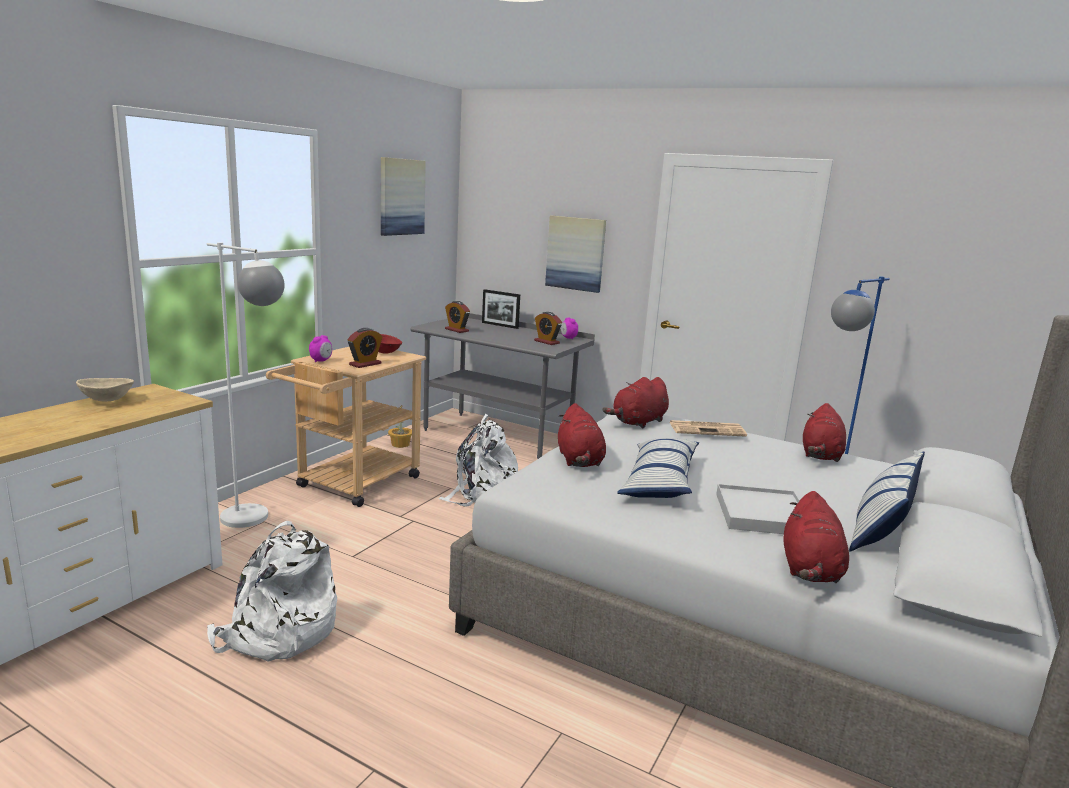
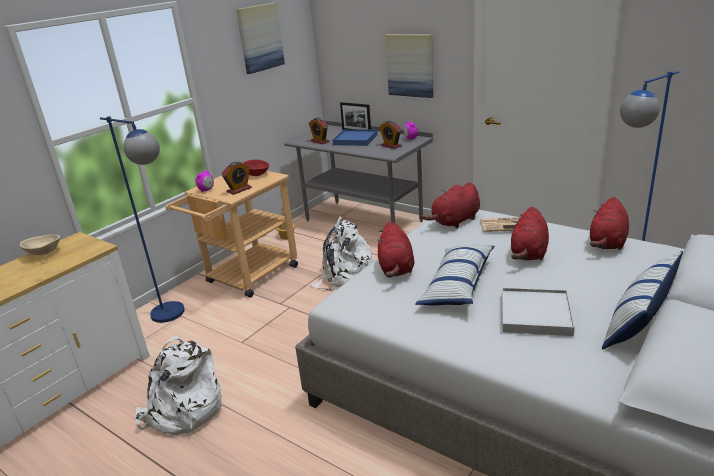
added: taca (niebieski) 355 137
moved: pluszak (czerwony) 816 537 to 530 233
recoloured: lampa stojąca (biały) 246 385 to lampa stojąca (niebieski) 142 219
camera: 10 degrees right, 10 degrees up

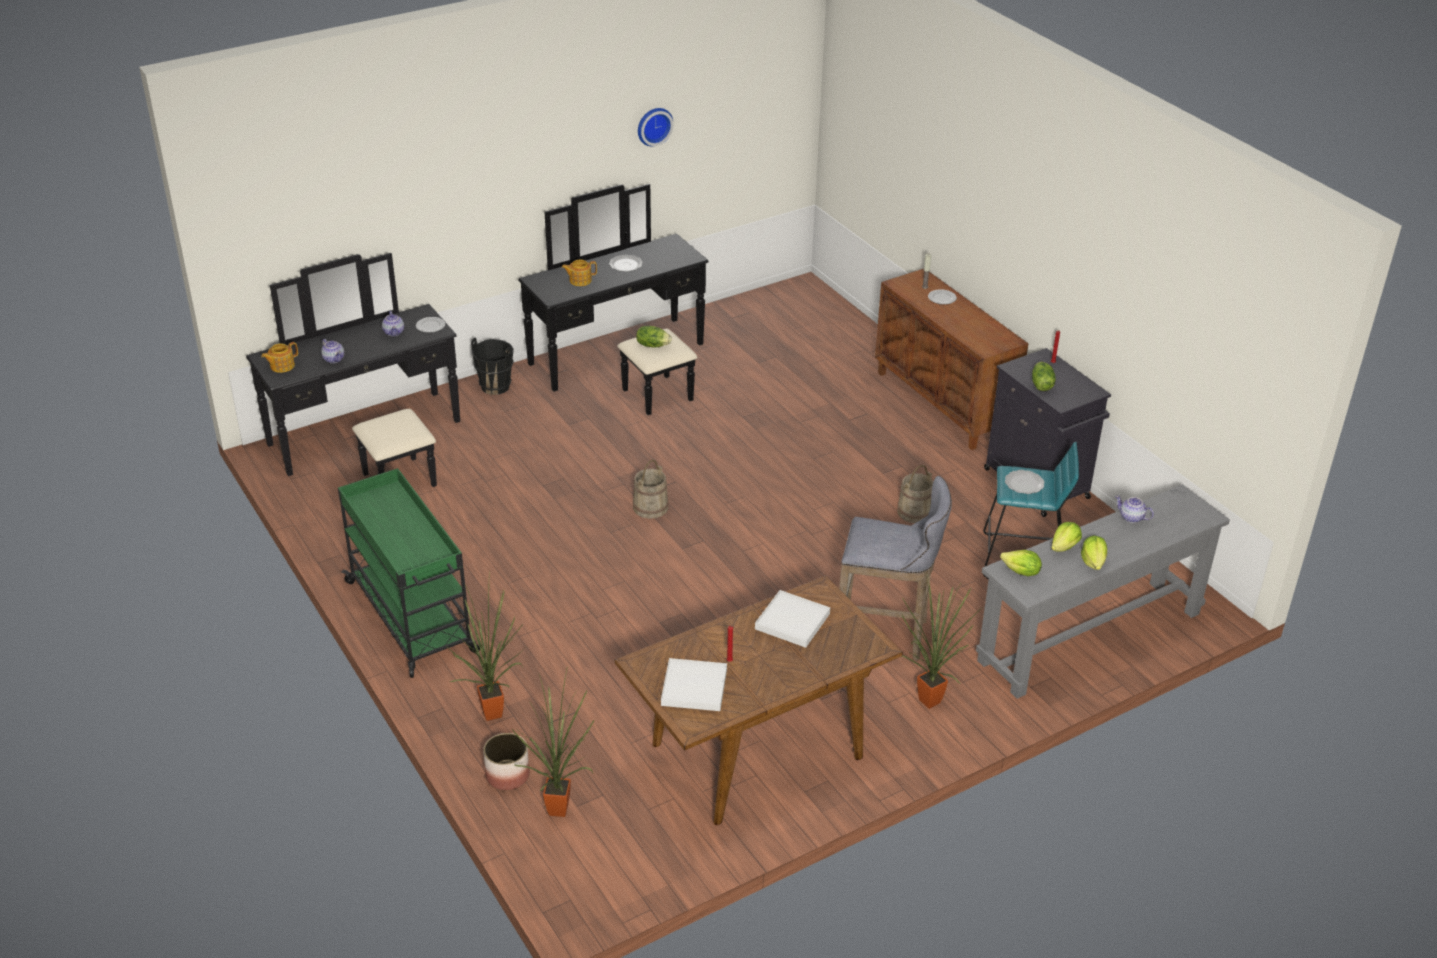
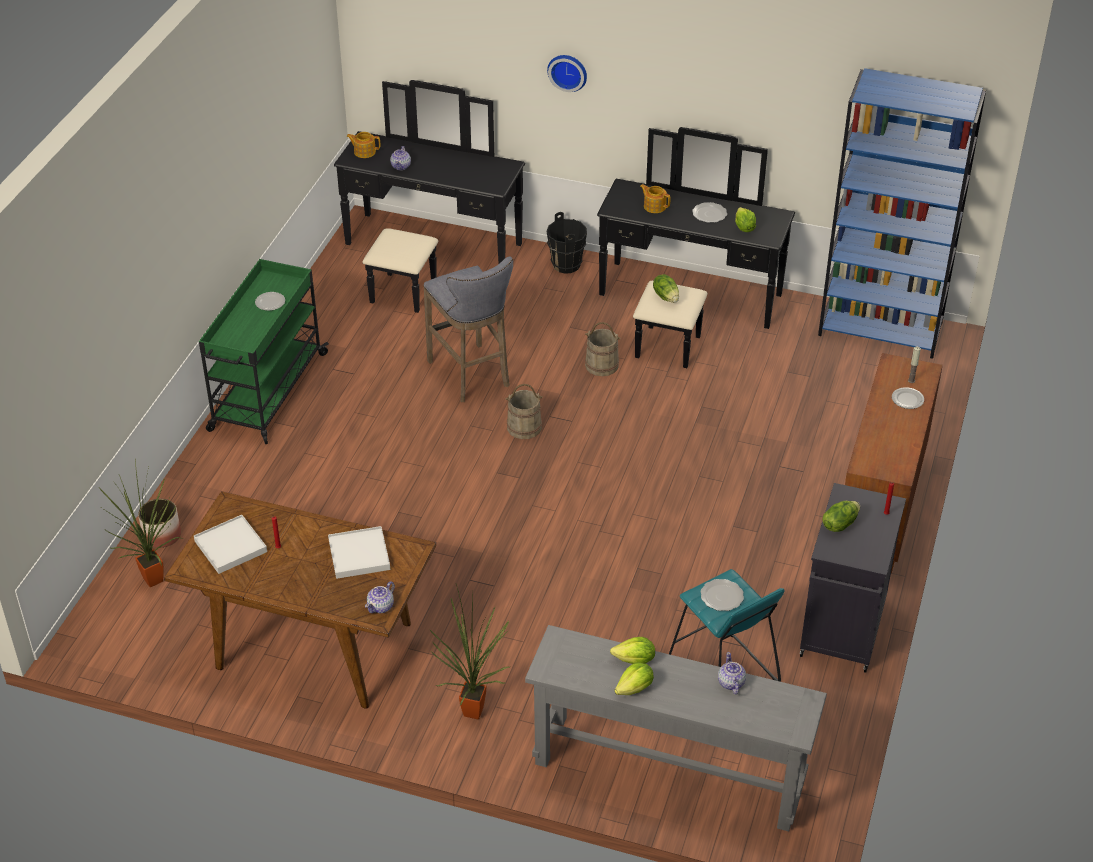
removed: roślina doniczkowa 485 646
added: regał (niebieski) 902 213
moved: imbryk 393 323 to 380 597; talerz 430 325 to 270 301; zegar ścienny 655 127 to 567 73; stołek (szary) 895 568 to 468 329; wiadro (beżowy) 915 494 to 602 349; sałata 1021 563 to 745 219
camera: 50 degrees right, 5 degrees up

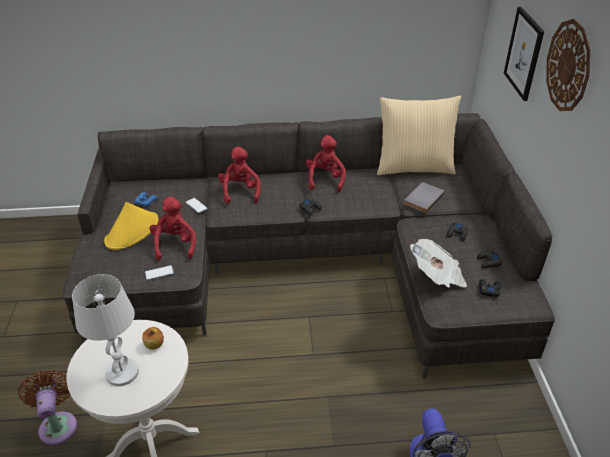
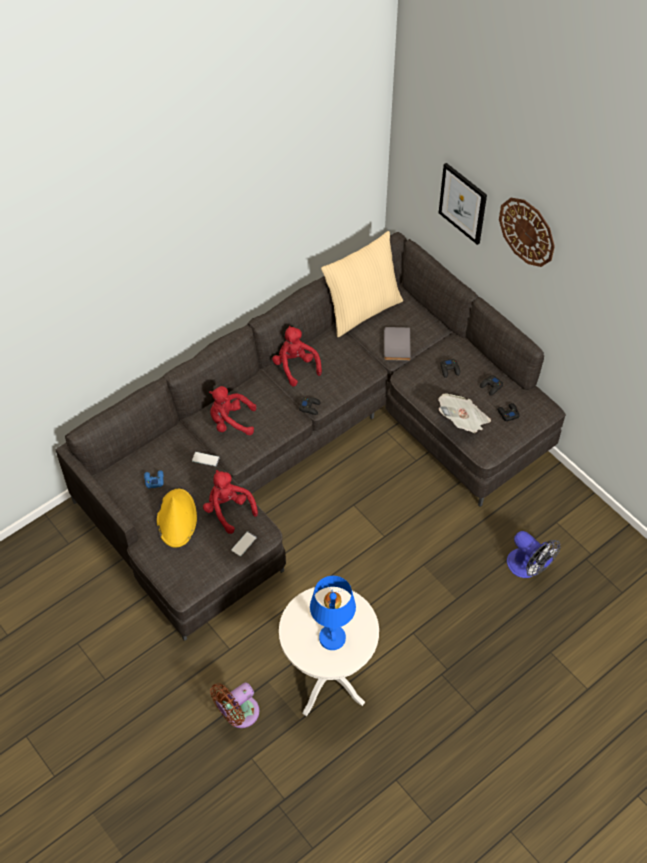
recoloured: lampa stołowa (biały) 105 330 to lampa stołowa (niebieski) 333 613
turned: wentylator (brązowy) 47 407 = 234 705 75 degrees counterclockwise; pluszak (czerwony) 239 175 = 232 410 45 degrees counterclockwise
camera: 35 degrees left, 15 degrees up

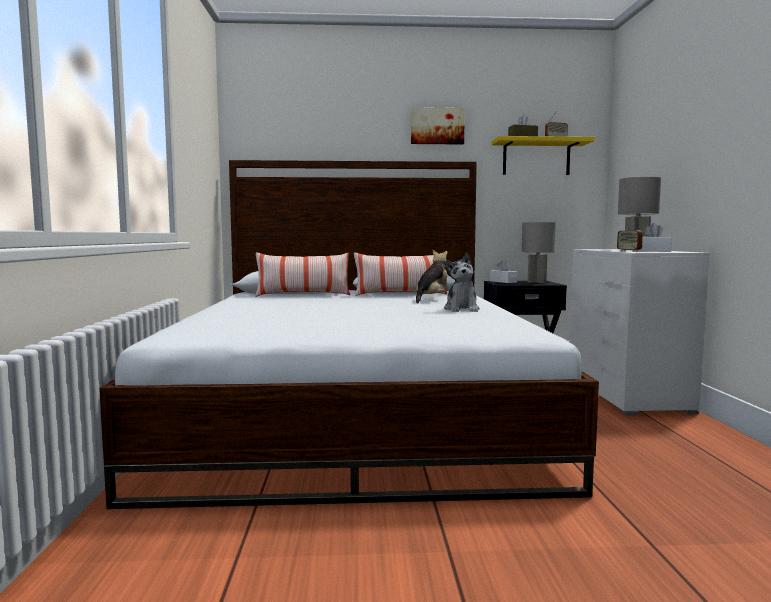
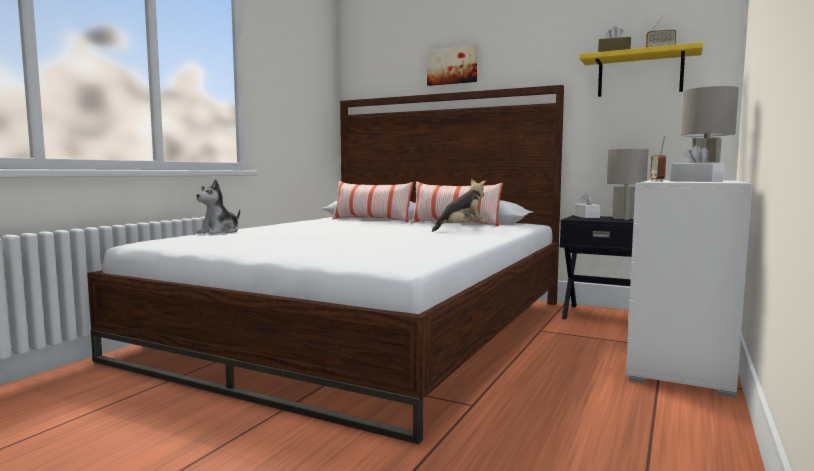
moved: obraz 438 126 to 452 65; pluszak 462 282 to 218 206
camera: 30 degrees right, 0 degrees up

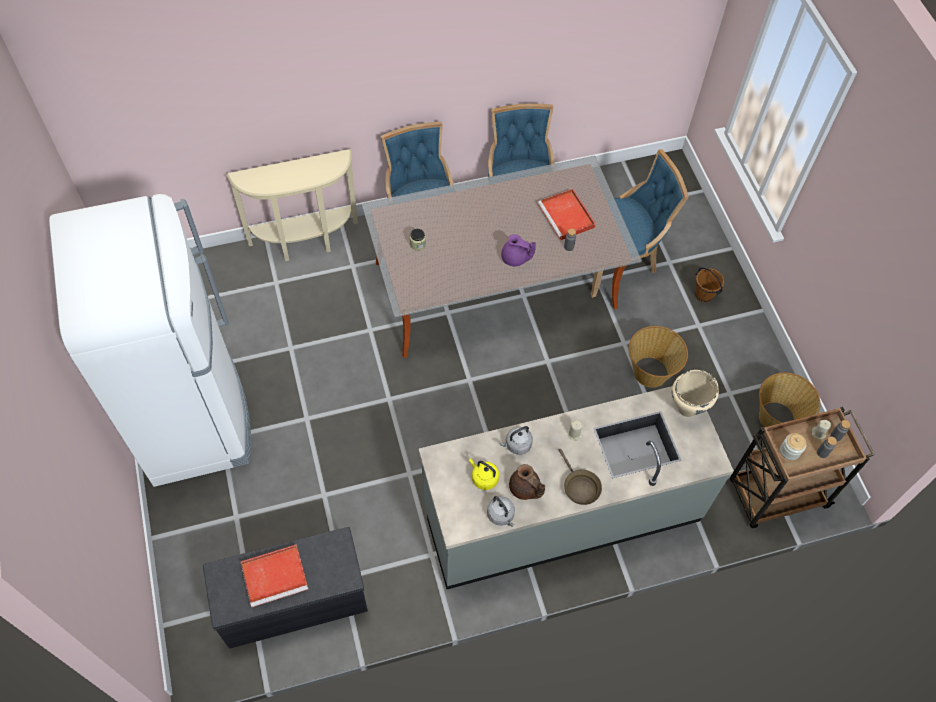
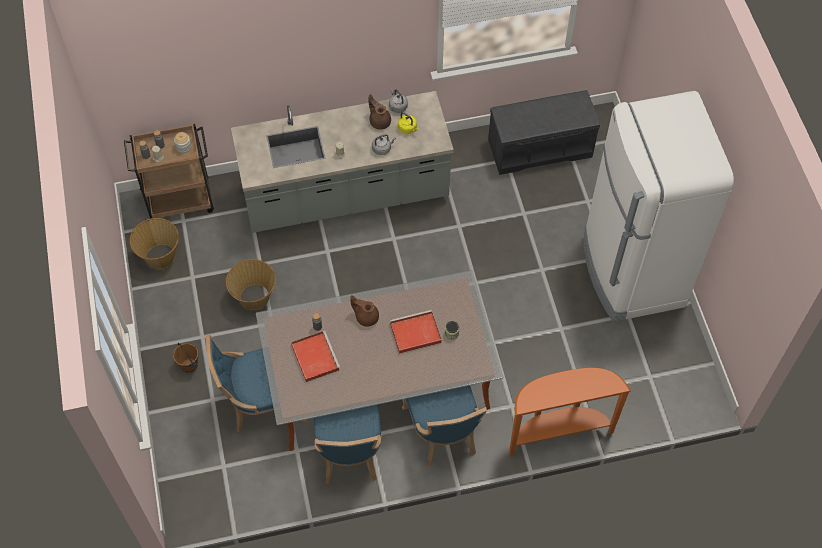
removed: patelnia (brązowy) 580 477; garnek (beżowy) 695 393
moved: taca (czerwony) 274 575 to 416 332
recoloured: stolik konsolowy (beżowy) 292 205 to stolik konsolowy (pomarańczowy) 570 412; imbryk (fioletowy) 518 250 to imbryk (brązowy) 364 311
camera: 175 degrees left, 0 degrees up

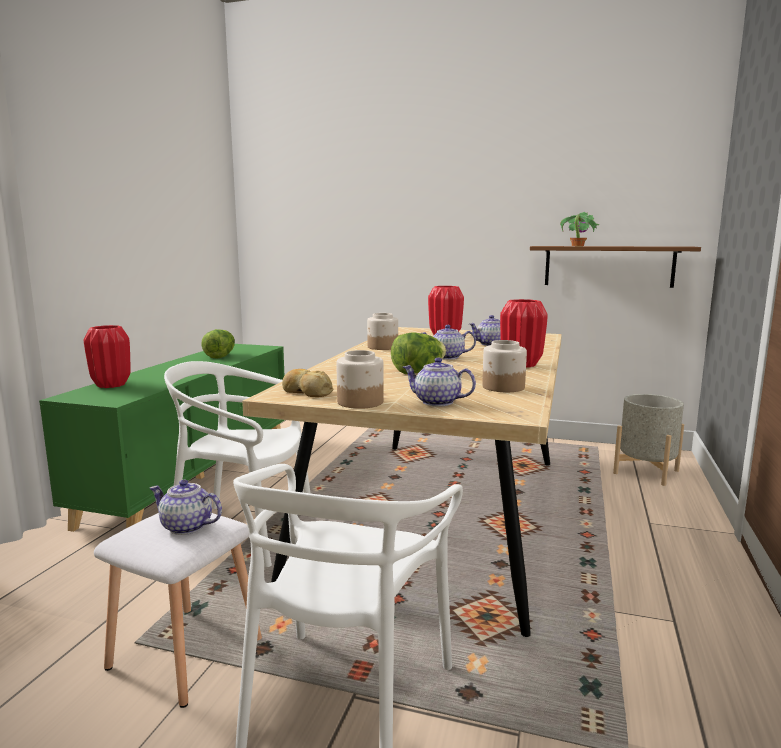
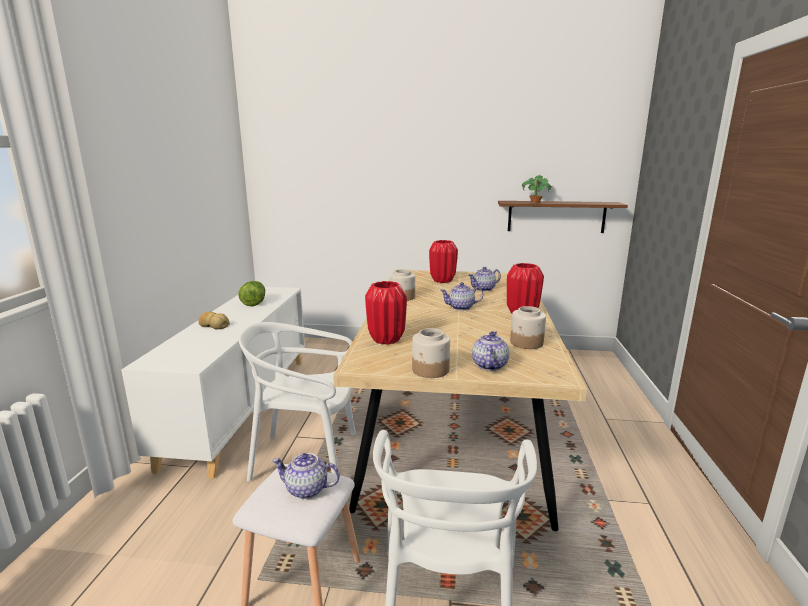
removed: sałata 418 353; donica (szary) 648 440
moved: wazon (czerwony) 107 356 to 386 313; chleb 308 383 to 214 320
recoloured: szafka (zielony) 162 438 to szafka (biały) 213 383
turned: imbryk 439 382 = 490 351 90 degrees clockwise
camera: 10 degrees left, 5 degrees up

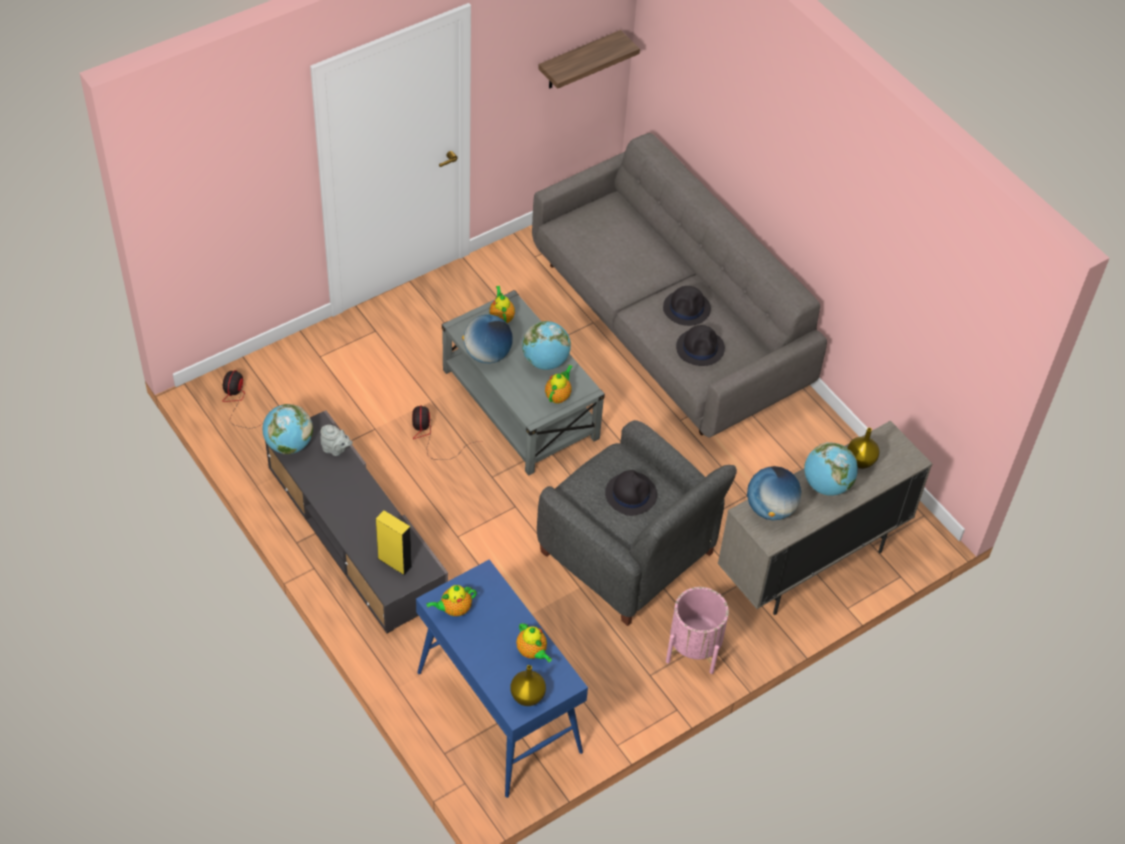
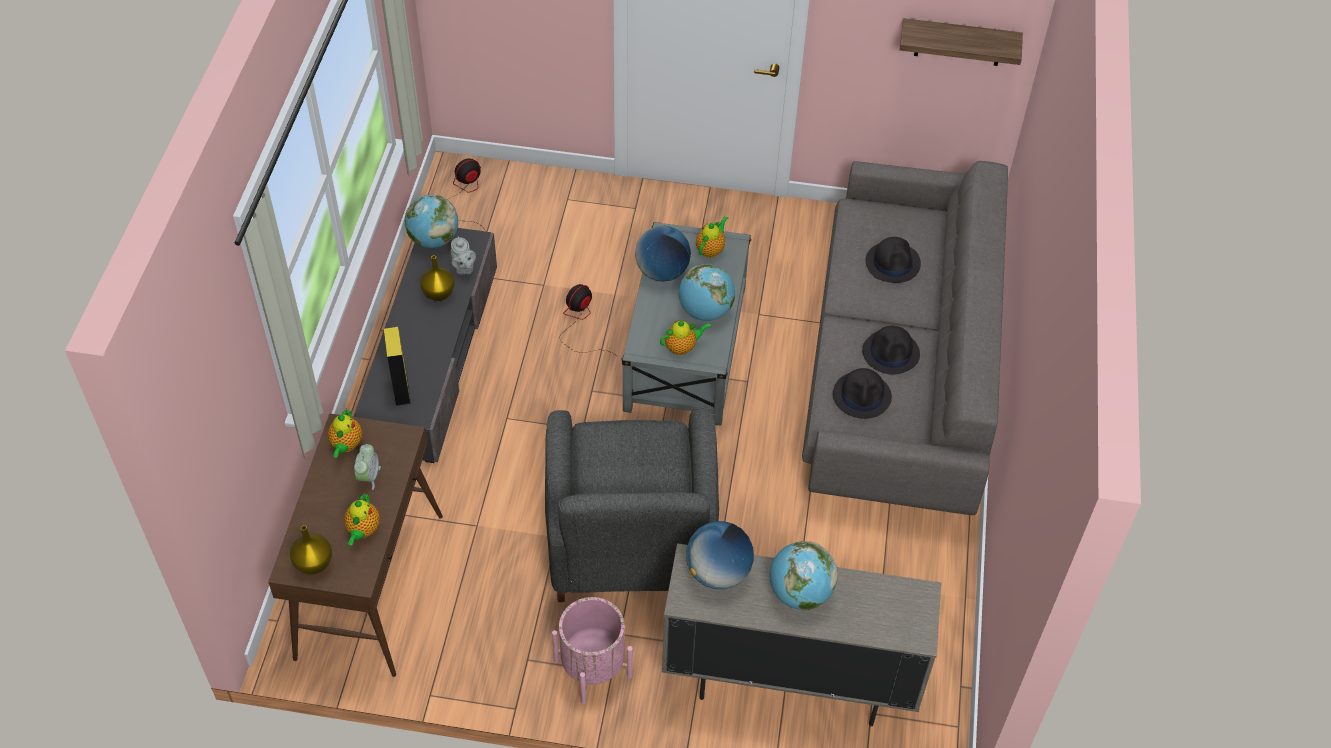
added: budzik 367 467
moved: kapelusz (czarny) 631 493 to 893 260; wazon (żółty) 863 448 to 437 278
recoloured: stolik konsolowy (niebieski) 502 678 to stolik konsolowy (brązowy) 355 545
turned: imbryk 451 600 = 345 433 105 degrees counterclockwise
camera: 45 degrees right, 0 degrees up

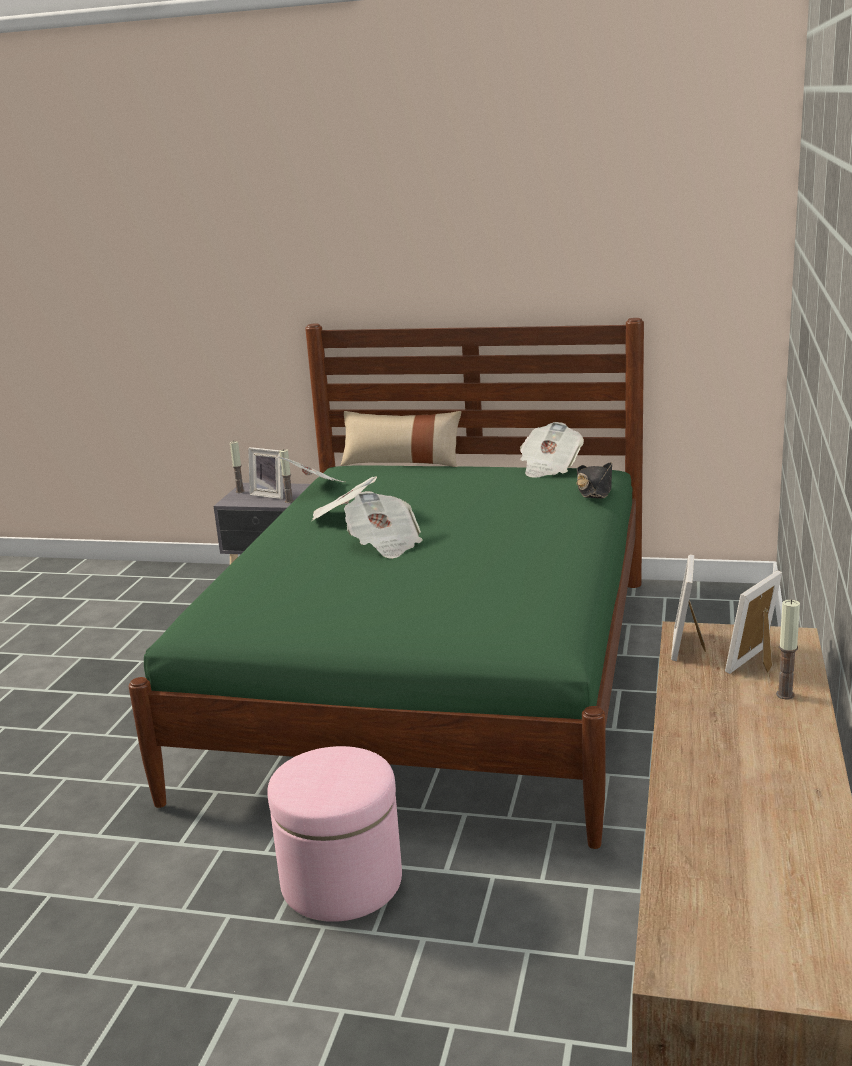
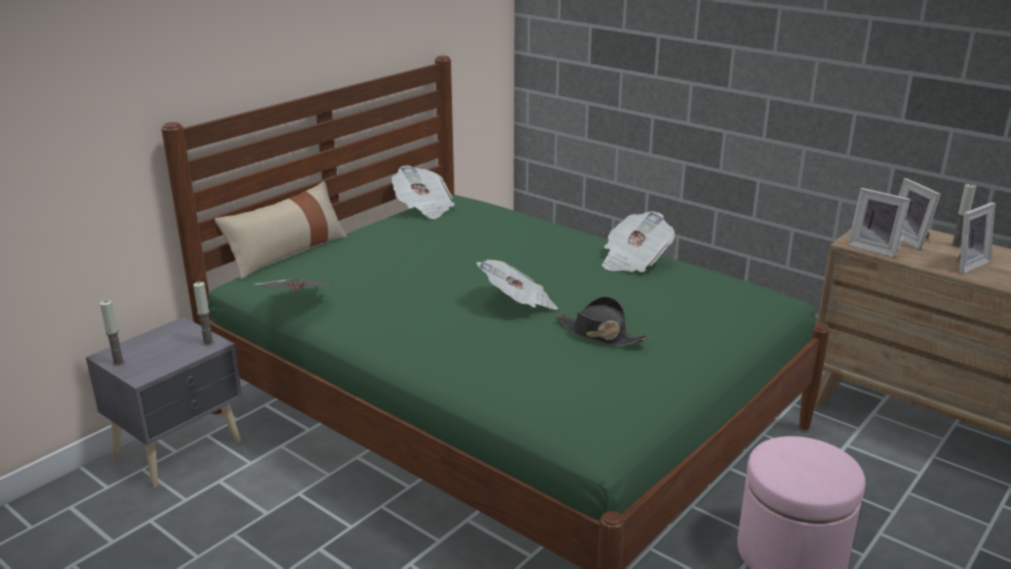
moved: ramka na zdjęcie 265 473 to 976 238; gazeta 344 498 to 638 241; kapelusz (czarny) 594 480 to 602 321
camera: 65 degrees left, 5 degrees up

